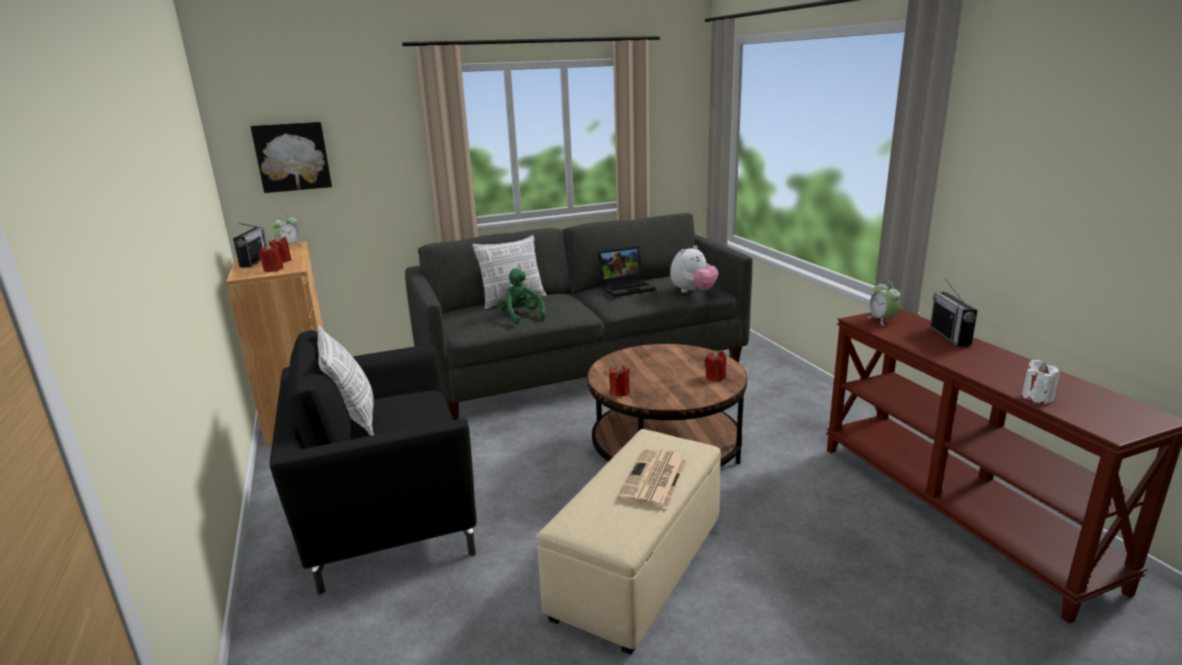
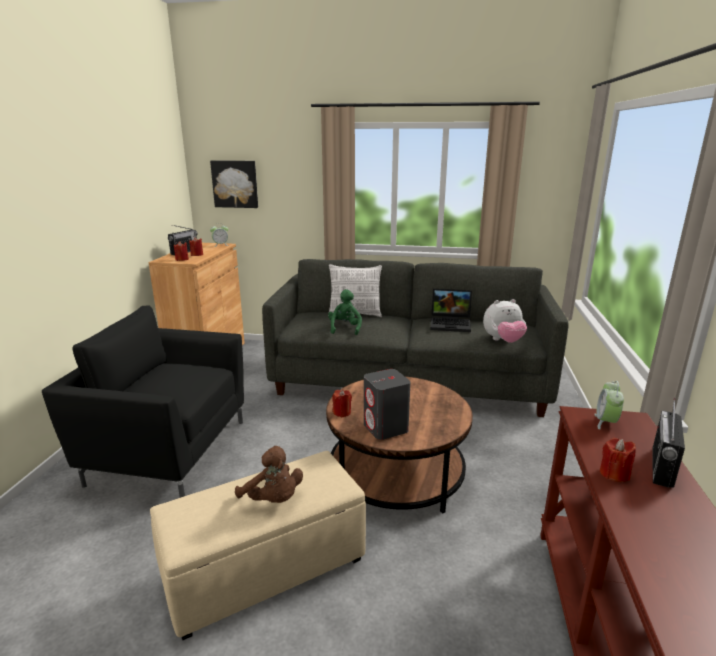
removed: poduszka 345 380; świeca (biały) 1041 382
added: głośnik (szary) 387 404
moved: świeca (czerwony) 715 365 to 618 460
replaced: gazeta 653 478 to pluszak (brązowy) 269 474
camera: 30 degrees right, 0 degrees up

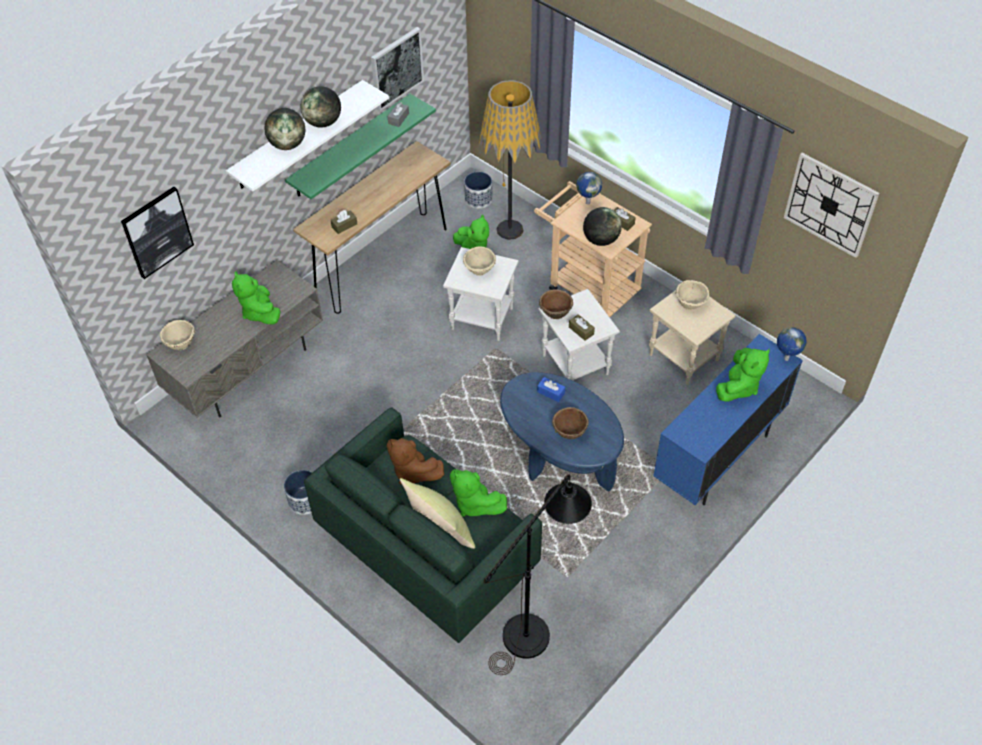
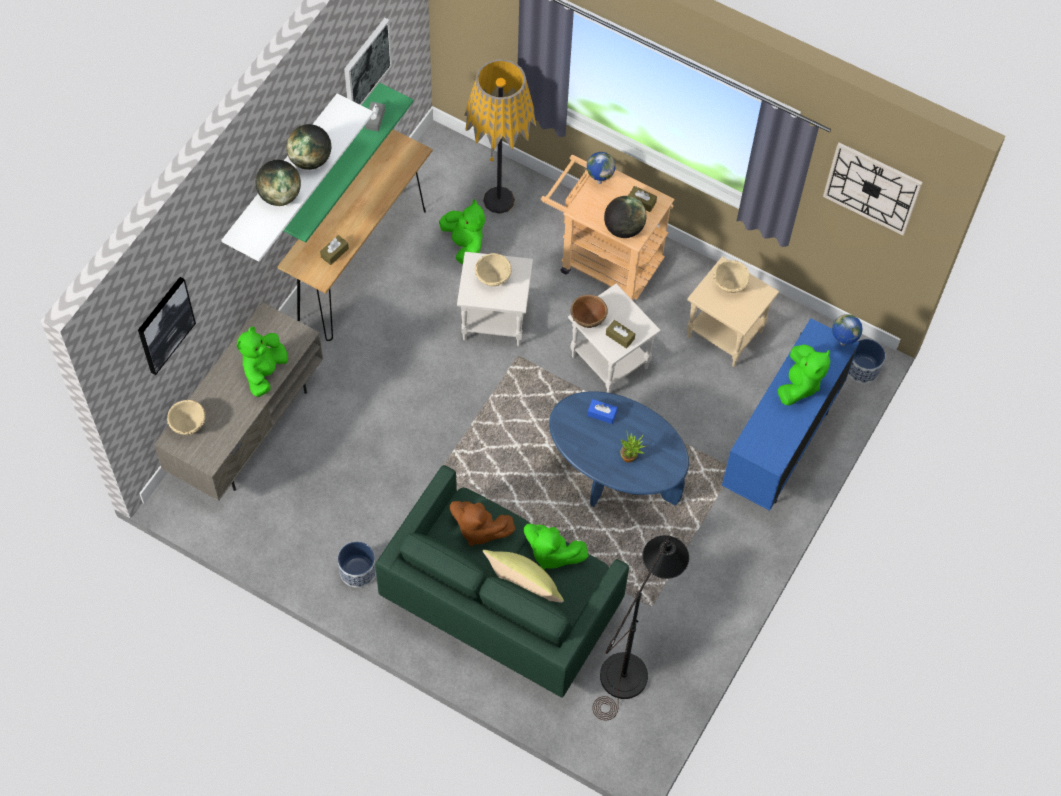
moved: donica 478 190 to 866 361
replaced: miska (brązowy) 570 423 to roślina doniczkowa 634 447
turned: pluszak (zielony) 256 298 = 262 361 60 degrees clockwise
camera: 15 degrees left, 10 degrees up

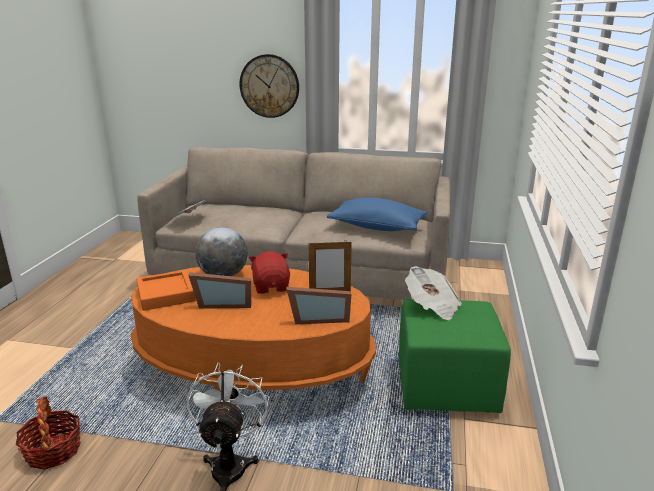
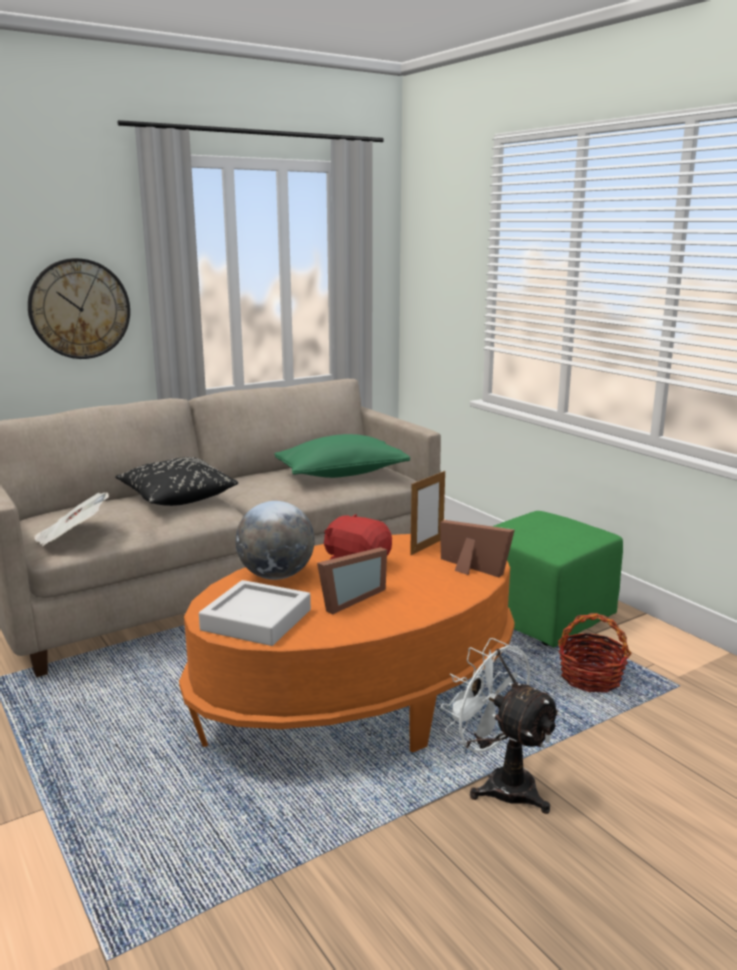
removed: gazeta 433 293
added: poduszka (czarny) 176 481
moved: koszyk 48 433 to 595 652
recoloured: taca (pomarańczowy) 166 290 to taca (szary) 255 613; poduszka (niebieski) 377 214 to poduszka (zielony) 342 456
turned: ramka na zdjęcie 319 305 = 477 548 90 degrees counterclockwise
camera: 45 degrees left, 5 degrees down

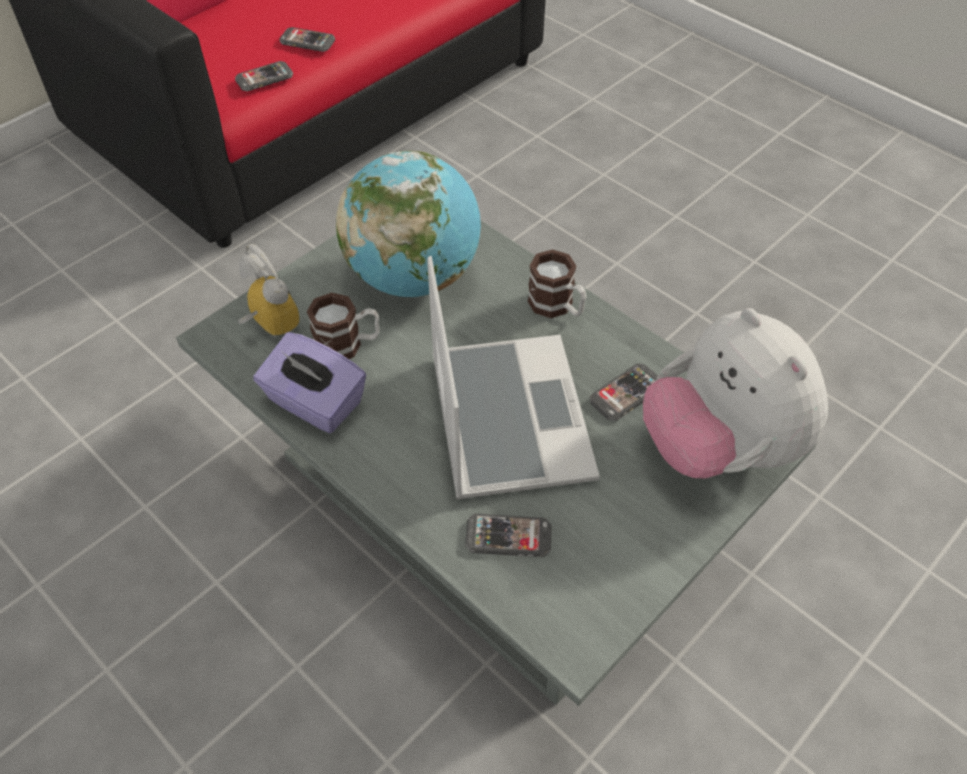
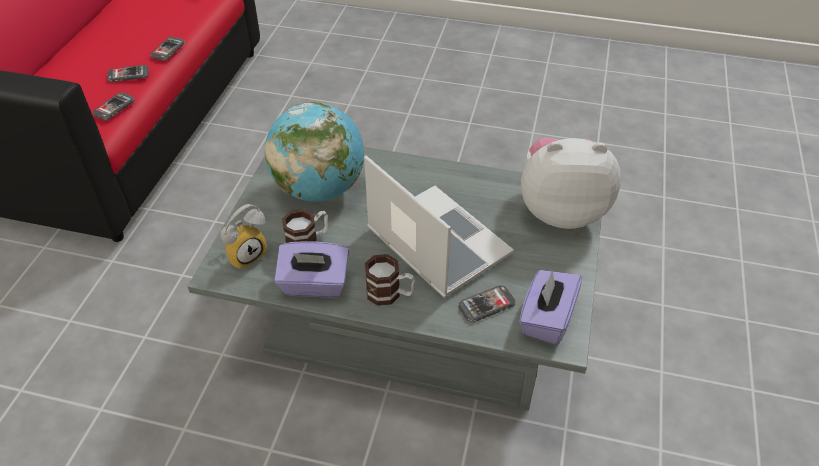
added: pudełko chusteczek (fioletowy) 550 307
moved: kubek 557 283 to 390 280; telefon 624 392 to 167 49
turned: budzik 268 291 = 243 237 120 degrees clockwise; pluszak 735 393 = 571 183 150 degrees clockwise
camera: 30 degrees left, 5 degrees down

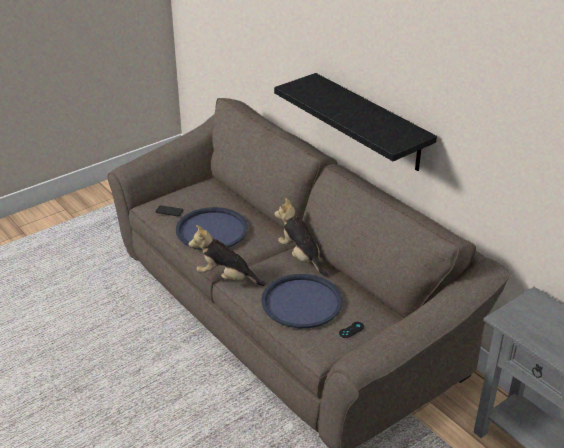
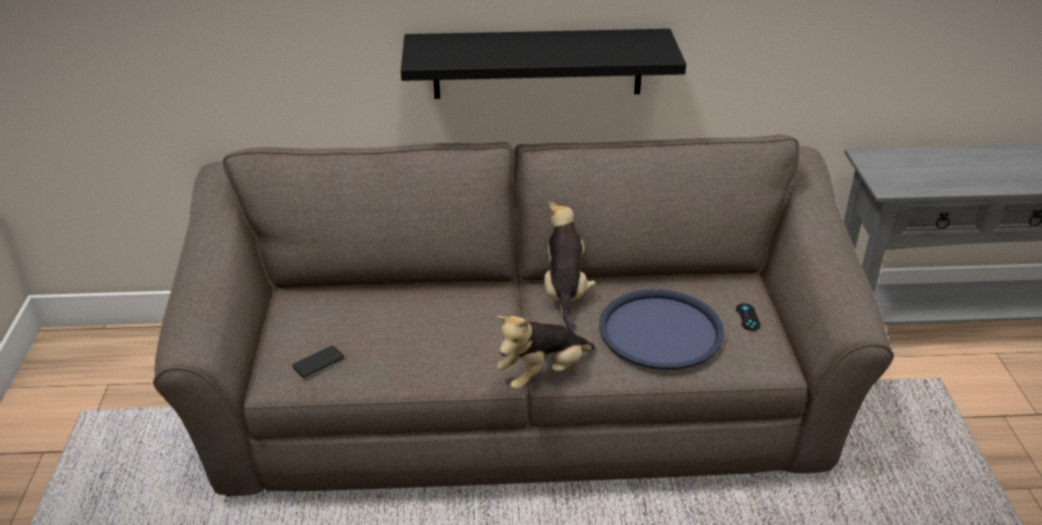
removed: taca (niebieski) 212 228
turned: pluszak 301 237 = 570 266 90 degrees clockwise
camera: 55 degrees left, 0 degrees up

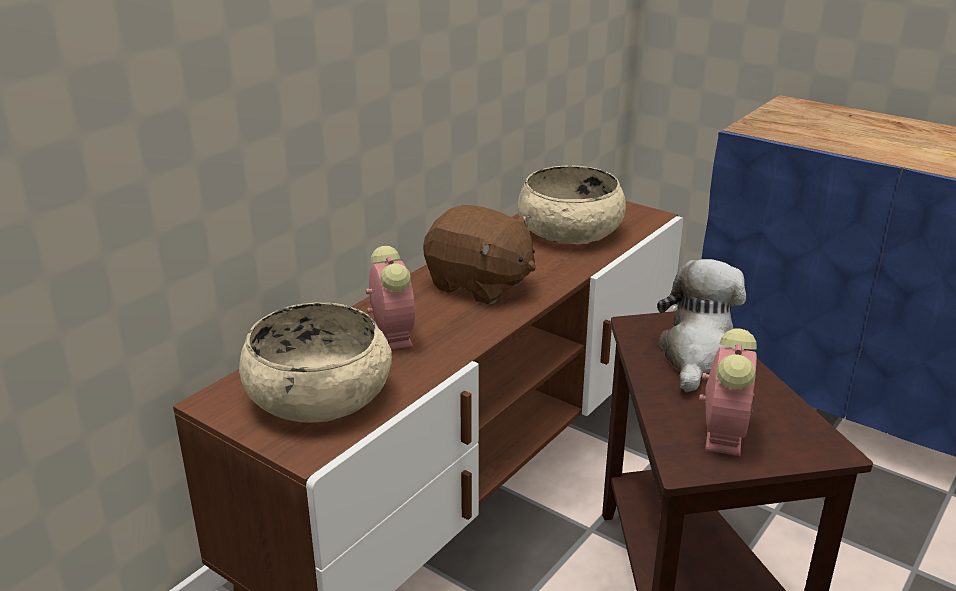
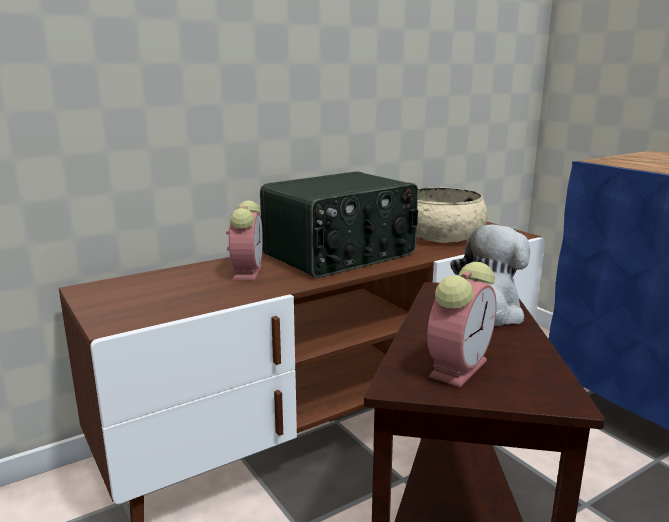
removed: miska (beżowy) 315 363
replaced: pluszak (brązowy) 479 254 to radio 339 225
camera: 20 degrees right, 10 degrees down

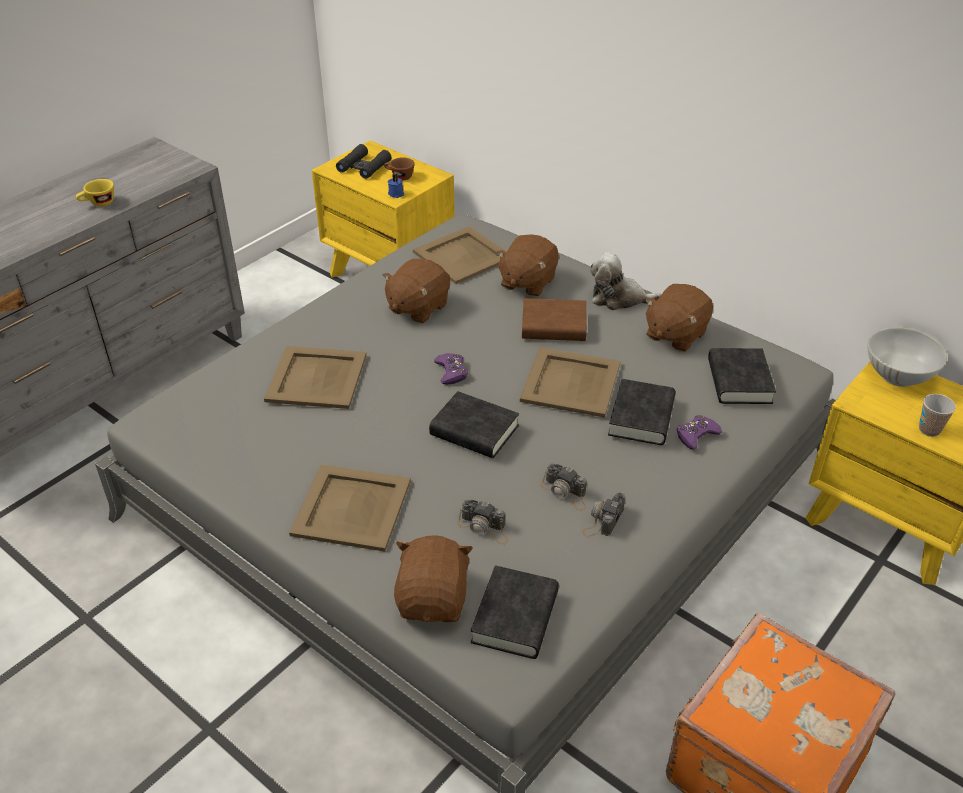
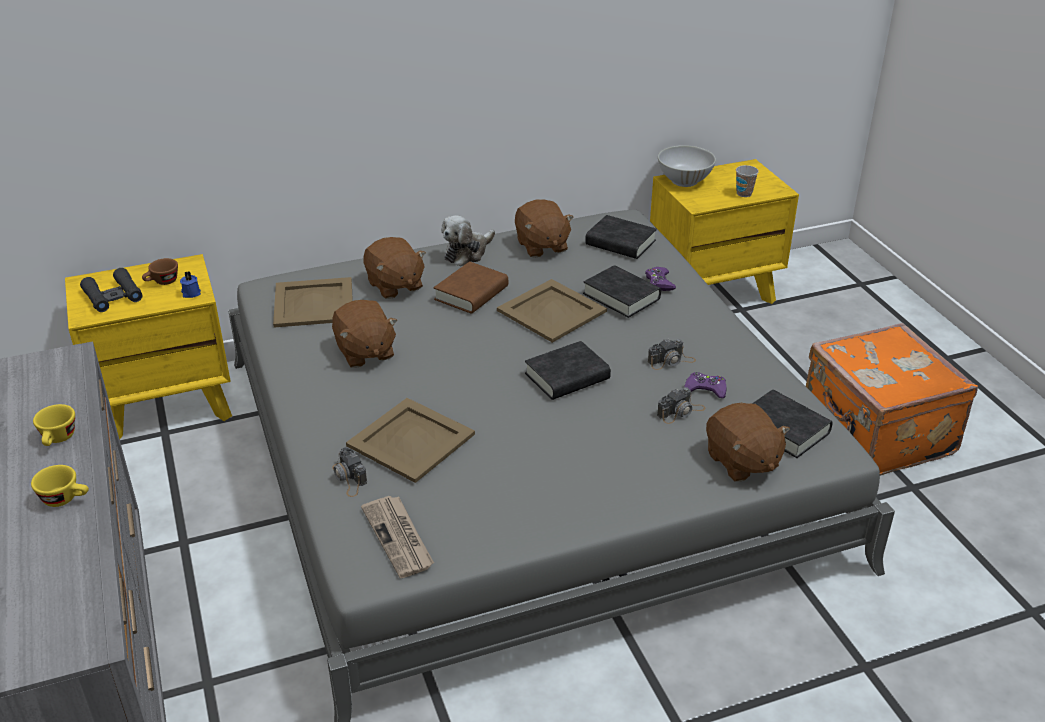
removed: taca (beżowy) 350 508
added: filiżanka (żółty) 60 486; gazeta 397 537
moved: pad do gier (fioletowy) 451 369 to 705 385; aparat fotograficzny 603 514 to 349 472
turned: pluszak (brązowy) 433 578 = 748 442 150 degrees counterclockwise
camera: 60 degrees left, 5 degrees down

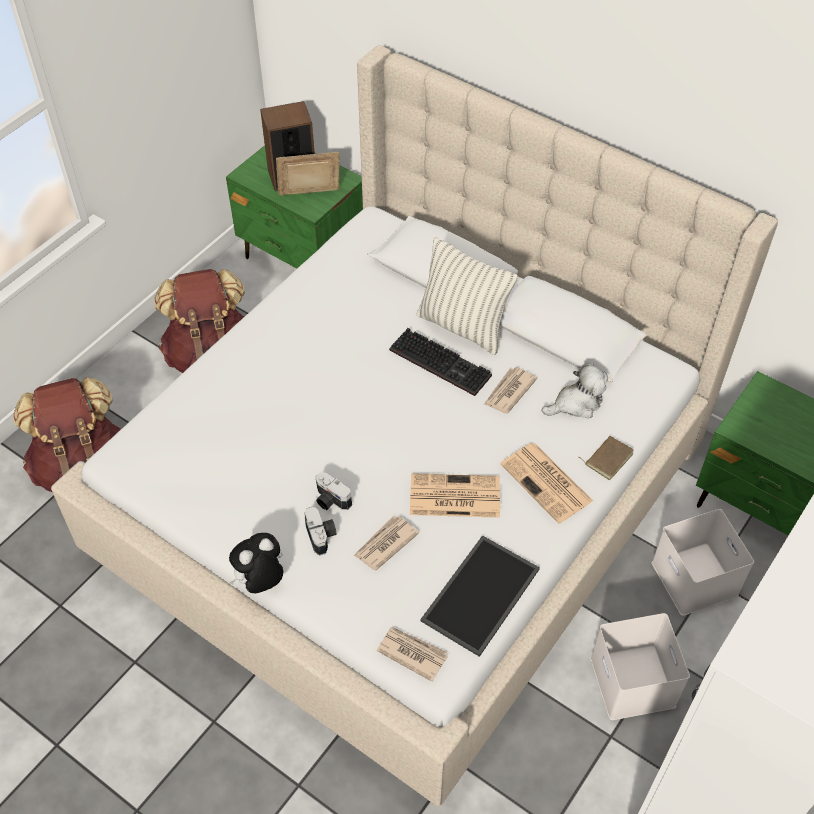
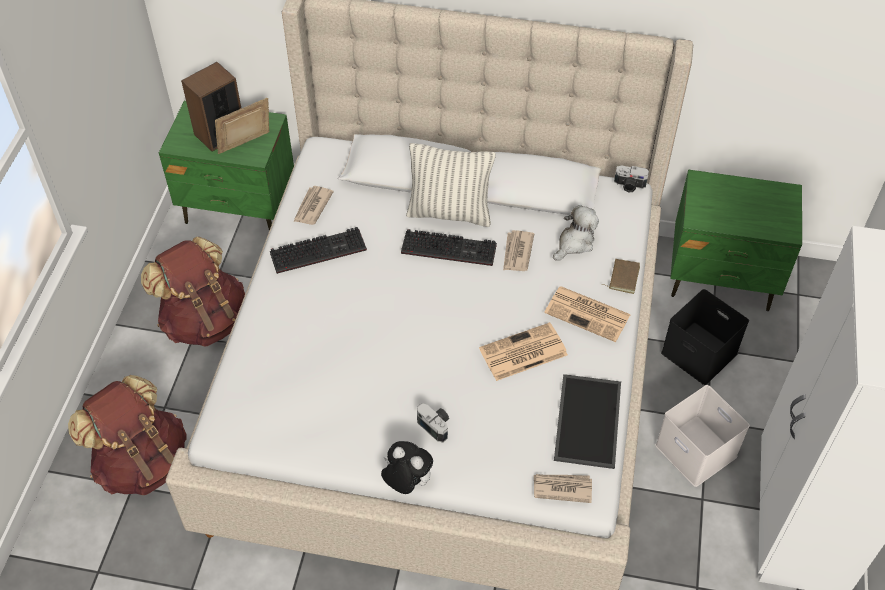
added: klawiatura 318 250
moved: aparat fotograficzny 334 491 to 631 178; gazeta 386 543 to 313 205
recoloured: pojemnik do przechowywania (biały) 703 562 to pojemnik do przechowywania (czarny) 705 337
turned: pluszak 256 563 = 407 467 90 degrees clockwise
camera: 25 degrees left, 0 degrees up

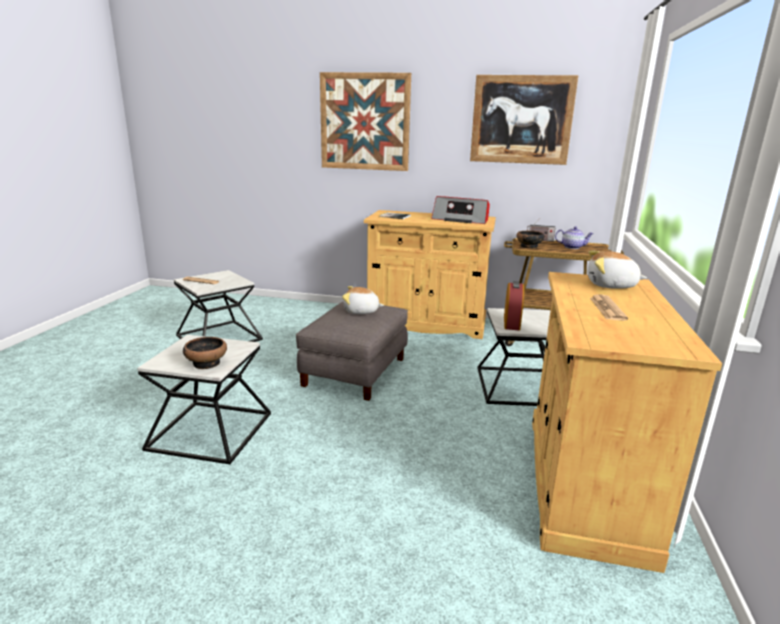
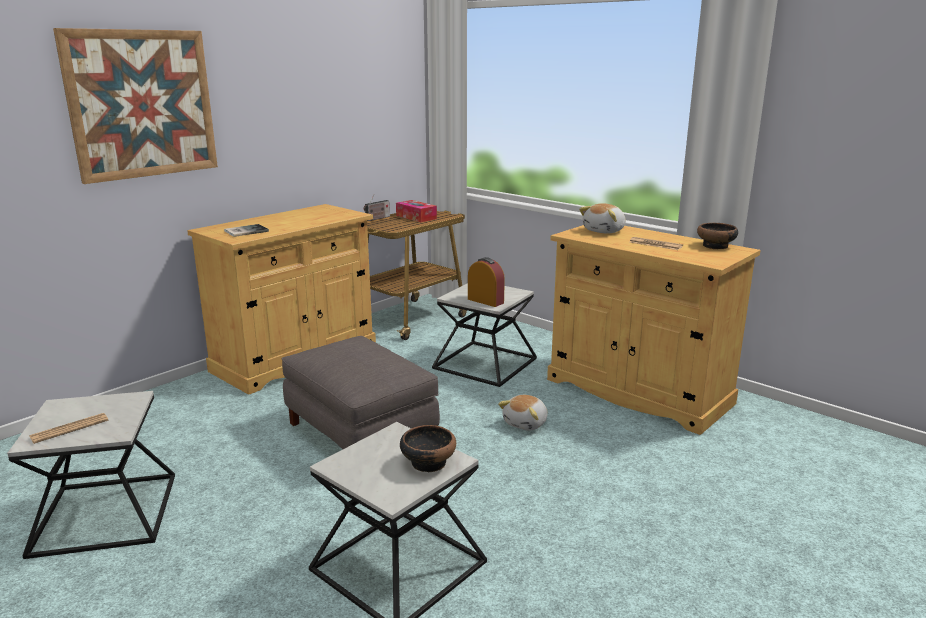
removed: radio 460 210; obraz 524 120
moved: pluszak 363 300 to 523 413; miska 530 239 to 717 236
replaced: imbryk 574 237 to pudełko chusteczek 416 211
camera: 60 degrees left, 0 degrees up

